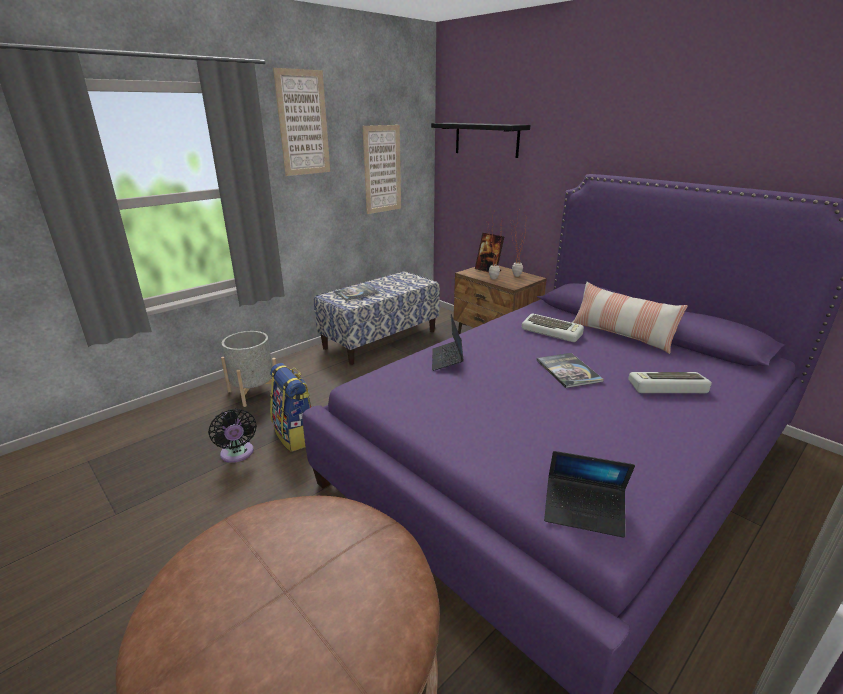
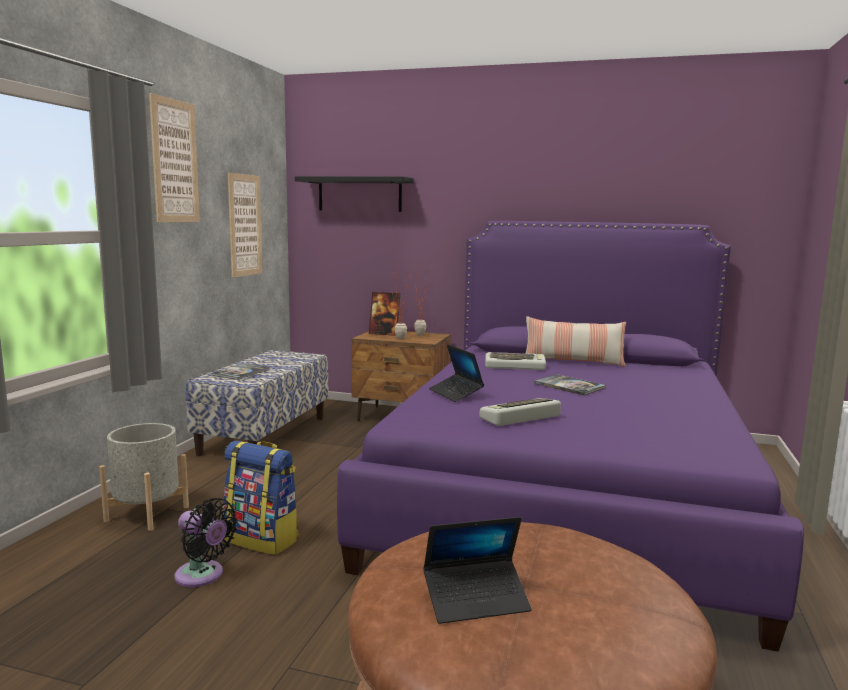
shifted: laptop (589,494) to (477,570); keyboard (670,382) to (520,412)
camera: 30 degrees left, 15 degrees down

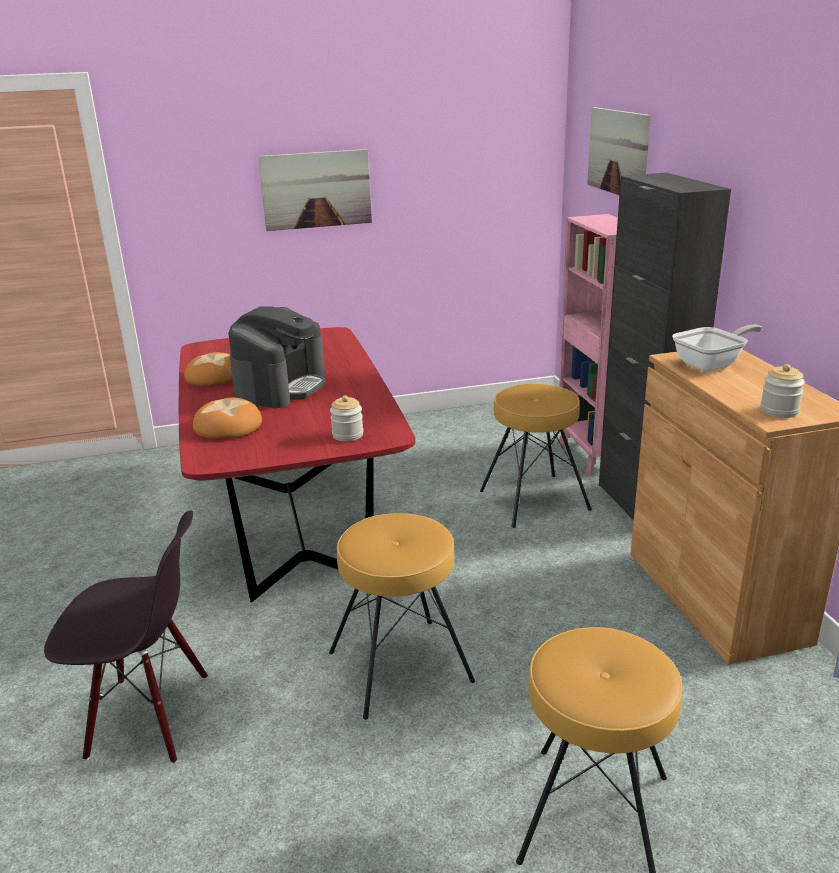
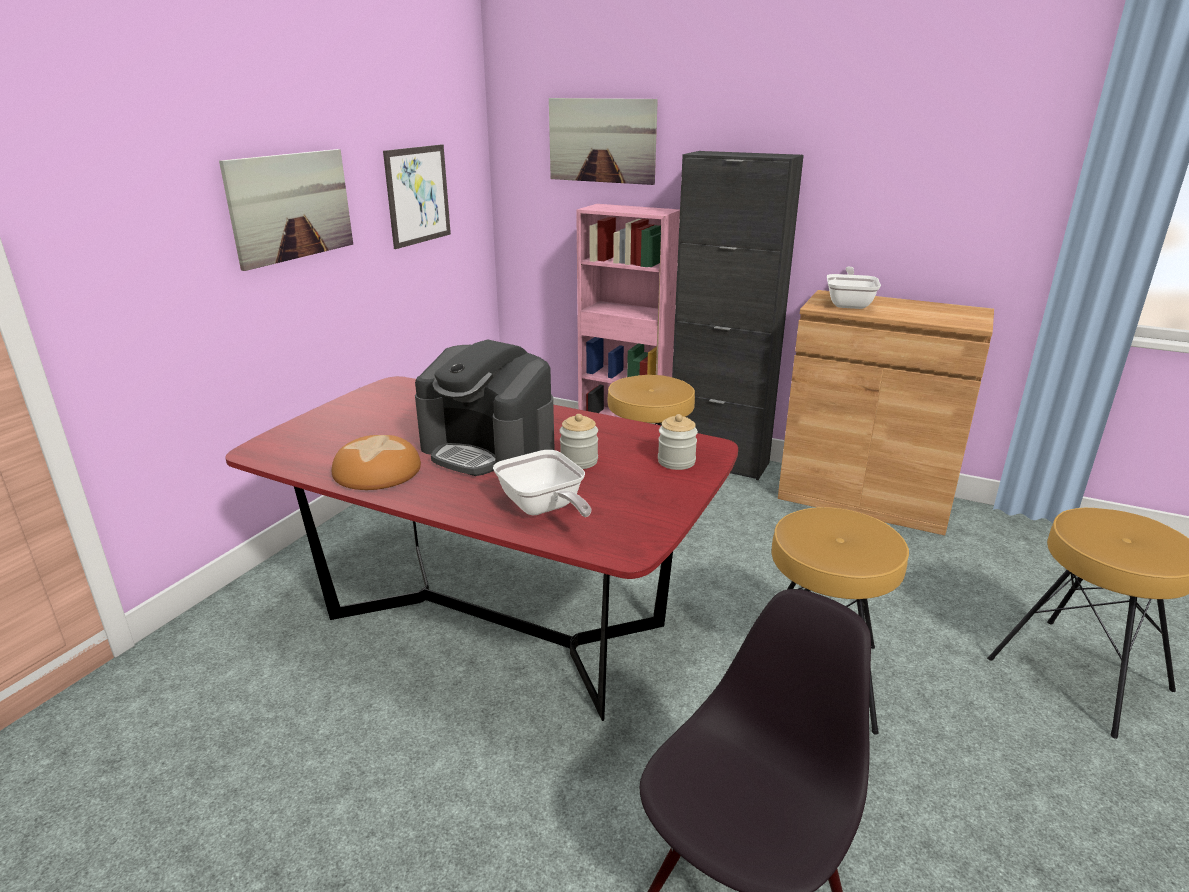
new: picture (417,196)
shifted: jar (782,391) to (579,441)
swapped: bread (227,418) to frying pan (542,483)
rotated: coffee machine (277,357) = (485,407) 150 degrees clockwise
camera: 50 degrees left, 0 degrees up

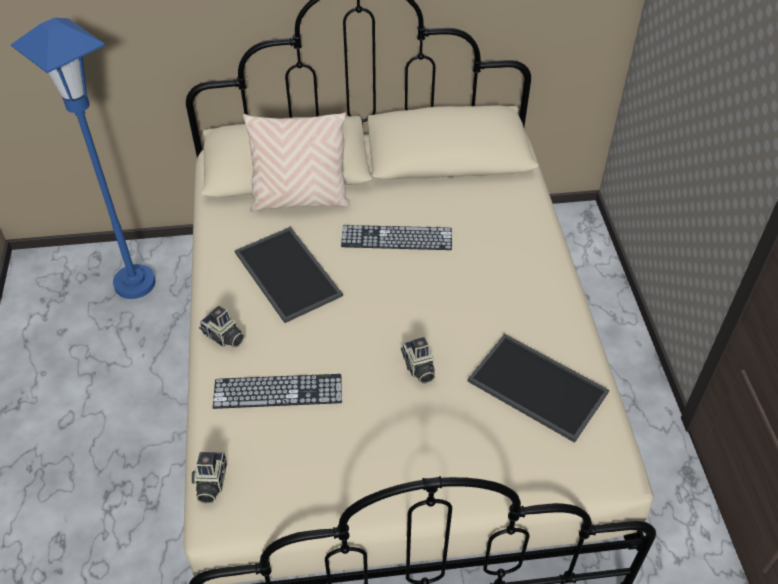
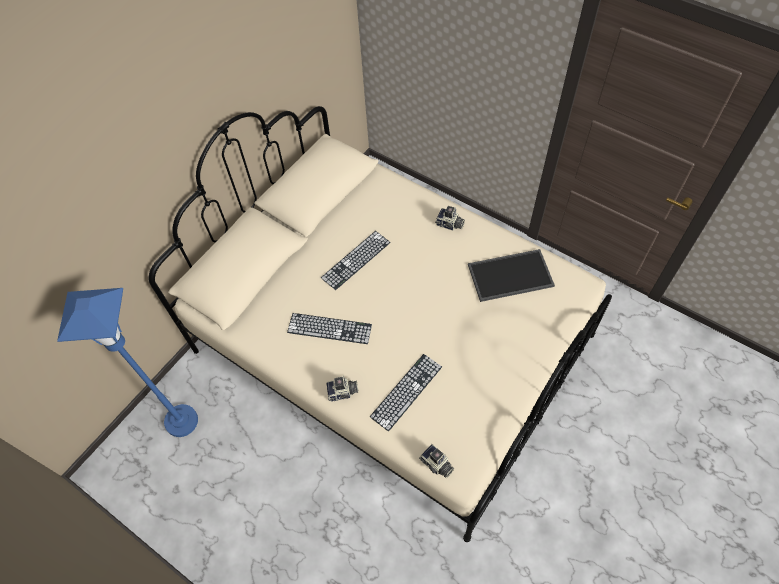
gone: beige pillow (296,161)
shifted: photo camera (418,360) to (450,218)
swapped: tray (289,275) to keyboard (329,328)
camera: 45 degrees left, 10 degrees up

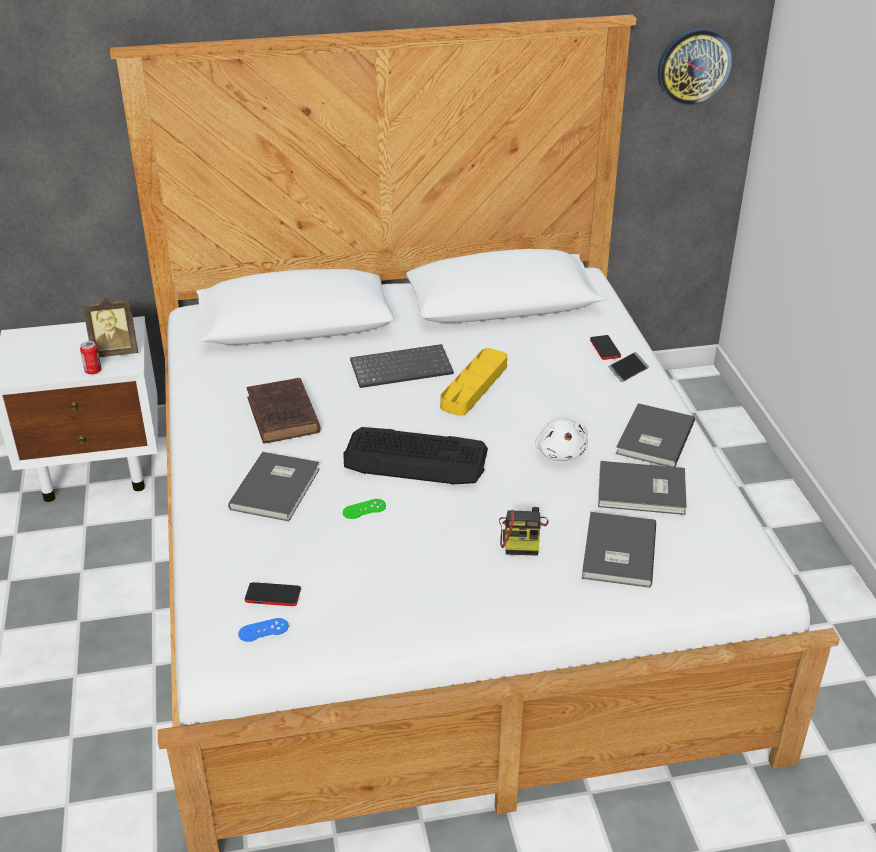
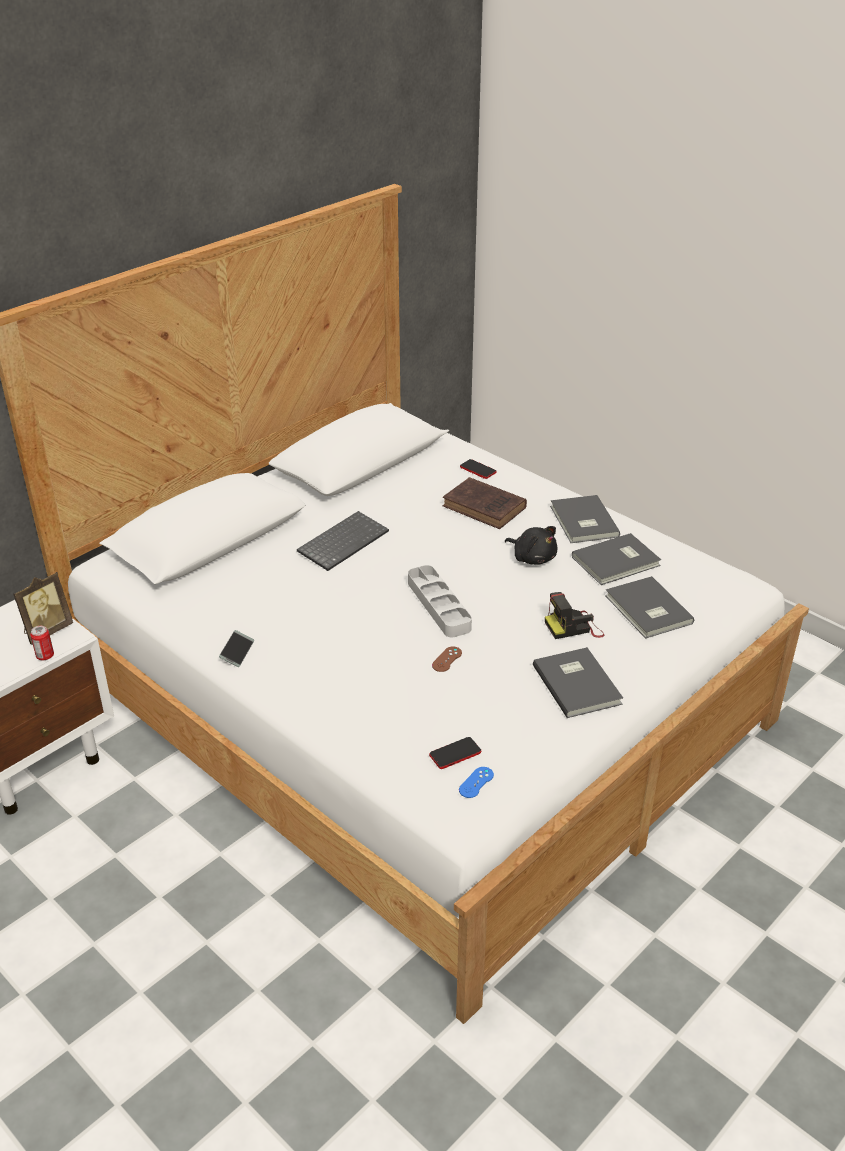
gone: yellow tray (473,382); wall clock (695,66)
shifted: grey book (274,486) to (578,682); brown book (284,410) to (485,503); phone (629,367) to (236,648)
swapped: keyboard (415,455) to grey tray (440,601)
repainted: green game controller (364,509) to brown game controller (447,659); white plush toy (561,439) to black plush toy (531,545)
rotated: photo camera (524,531) = (574,615) 105 degrees clockwise
camera: 35 degrees left, 0 degrees up

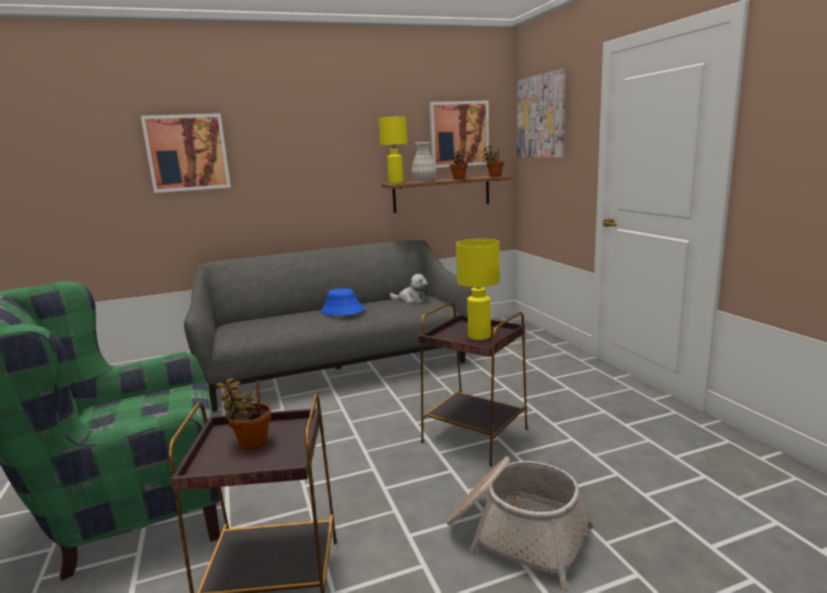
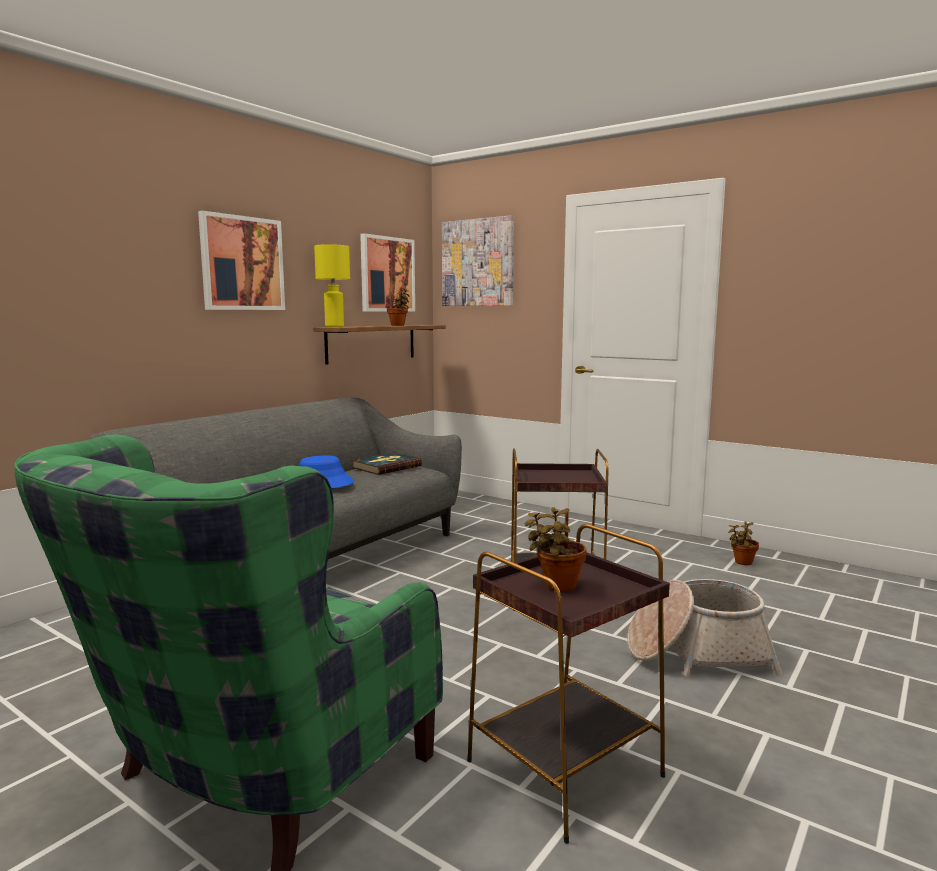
gone: white vase (423,162); yellow table lamp (478,289)
shifted: picture (186,153) to (241,260); potted plant (492,161) to (743,543)
swapped: plush toy (408,289) to book (386,463)
camera: 35 degrees left, 5 degrees down

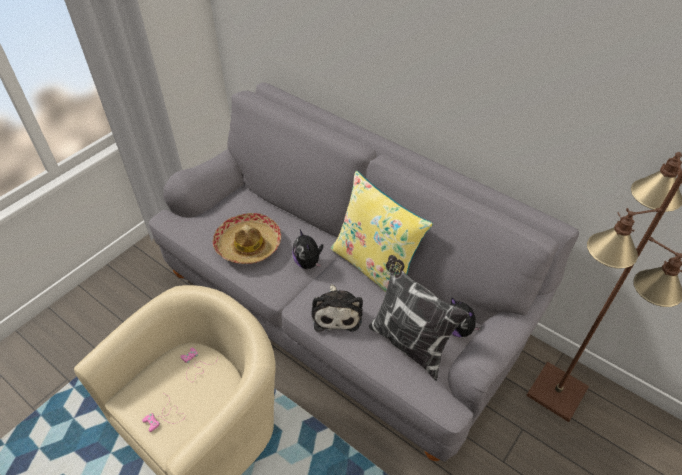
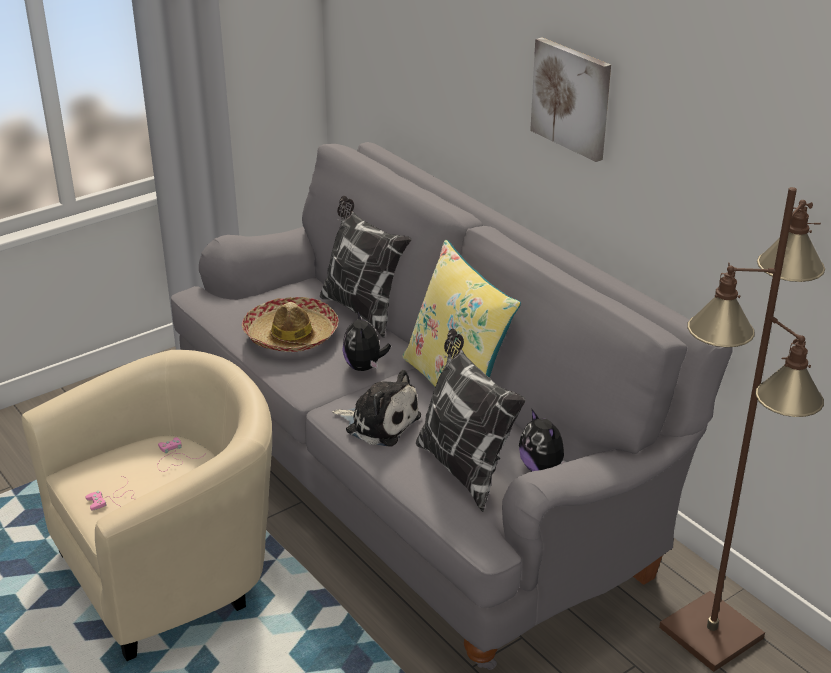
new: pillow (366,267); picture (570,100)
rotated: plush toy (337,308) = (376,408) 75 degrees counterclockwise
camera: 15 degrees right, 15 degrees down

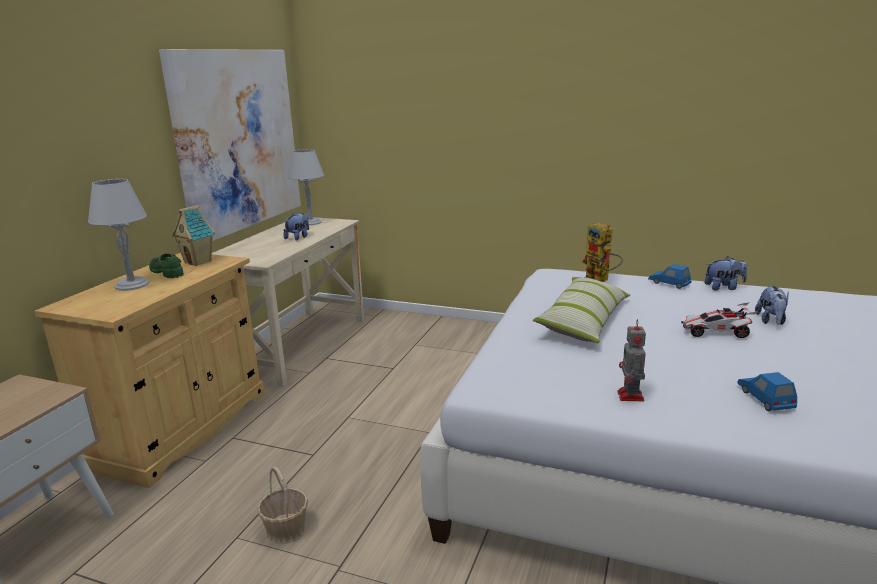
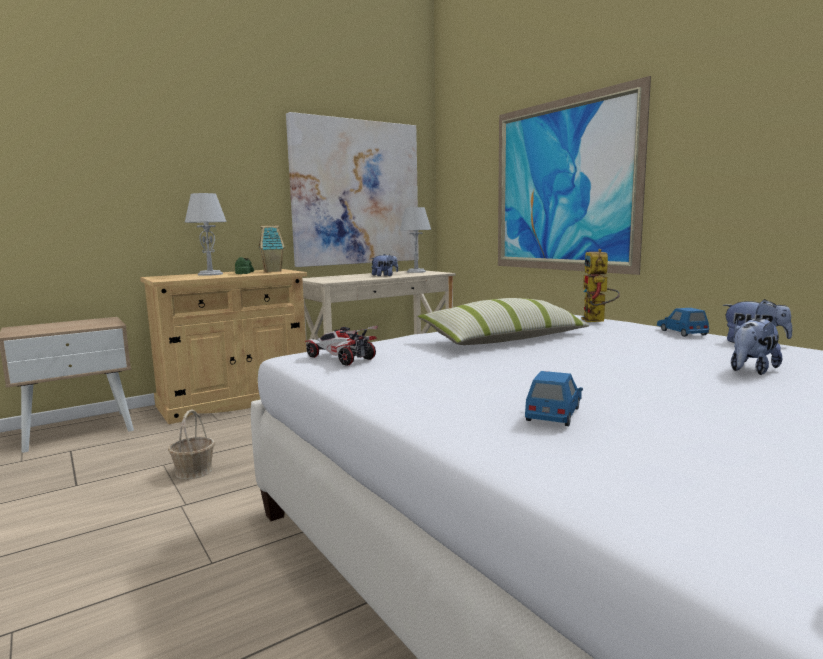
gone: toy robot (631,360)
new: picture (574,175)
shifted: toy car (719,320) to (341,346)
camera: 35 degrees right, 10 degrees down

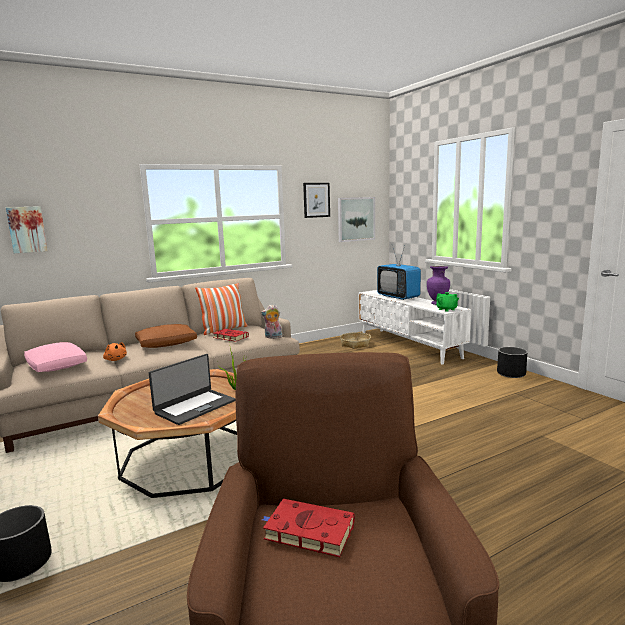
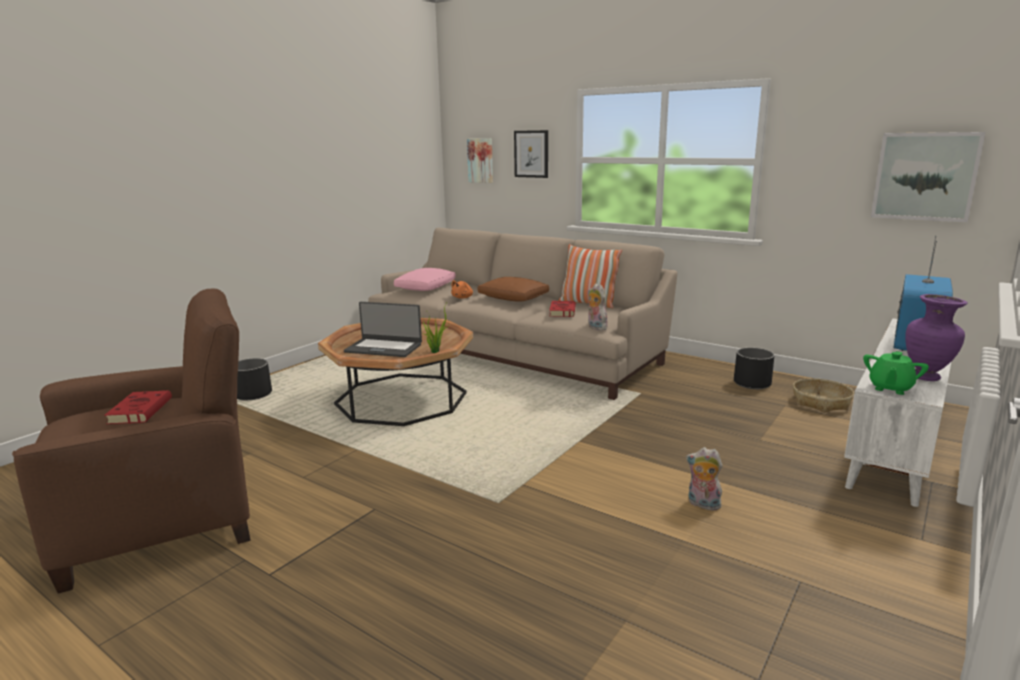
new: plush toy (704,478)
shifted: picture (316,200) to (531,154); black planter (512,362) to (754,368)
camera: 65 degrees right, 5 degrees up

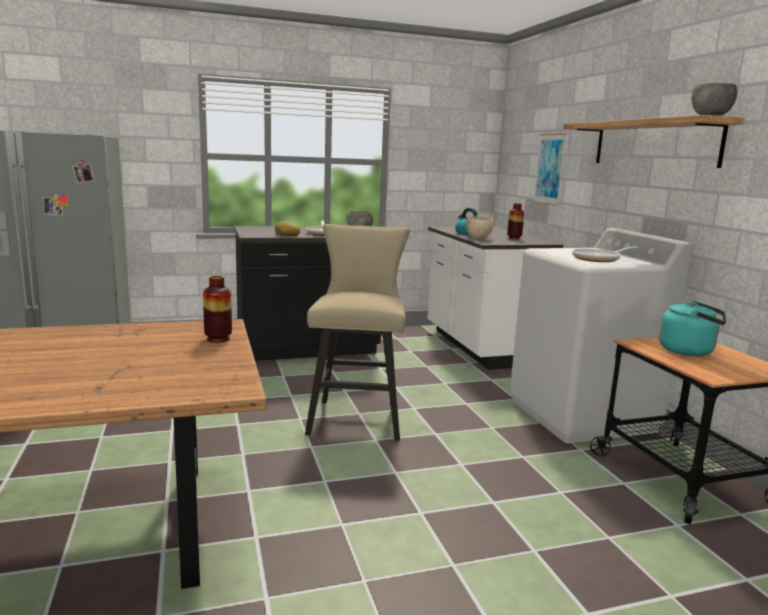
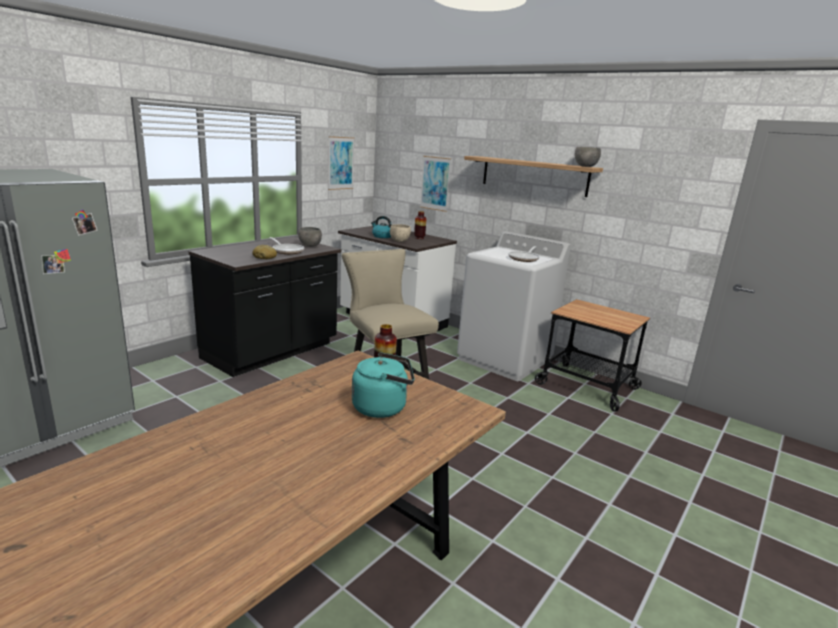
new: picture (341,163)
shifted: turquoise kettle (693,328) to (383,385)
camera: 35 degrees left, 5 degrees up

